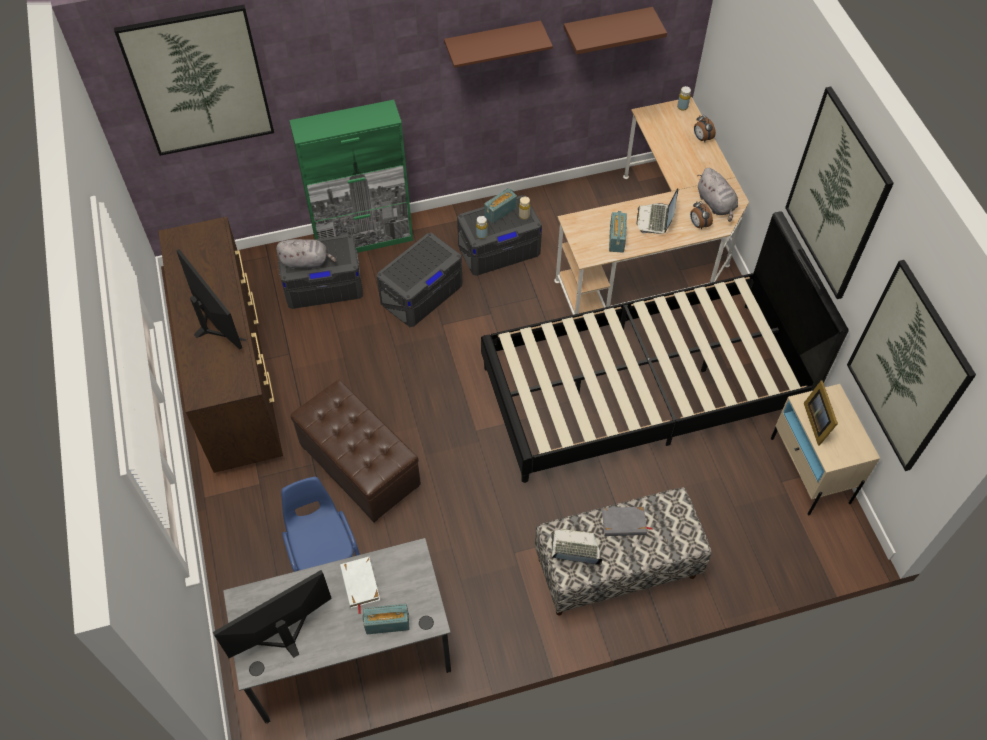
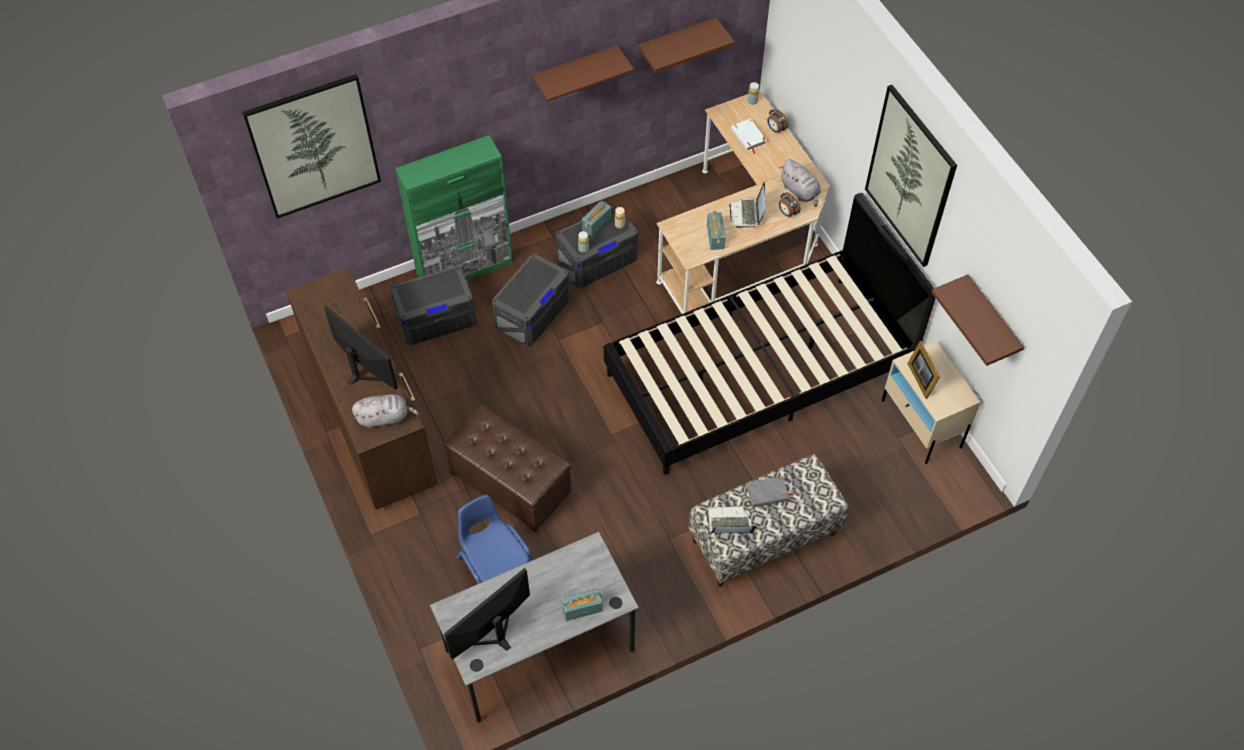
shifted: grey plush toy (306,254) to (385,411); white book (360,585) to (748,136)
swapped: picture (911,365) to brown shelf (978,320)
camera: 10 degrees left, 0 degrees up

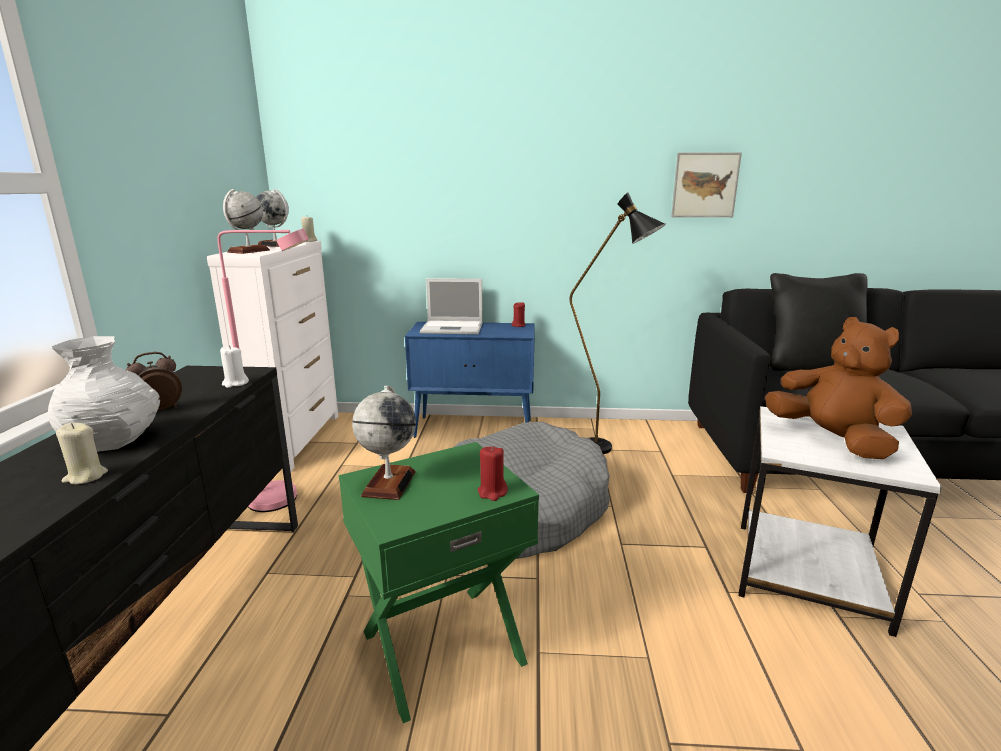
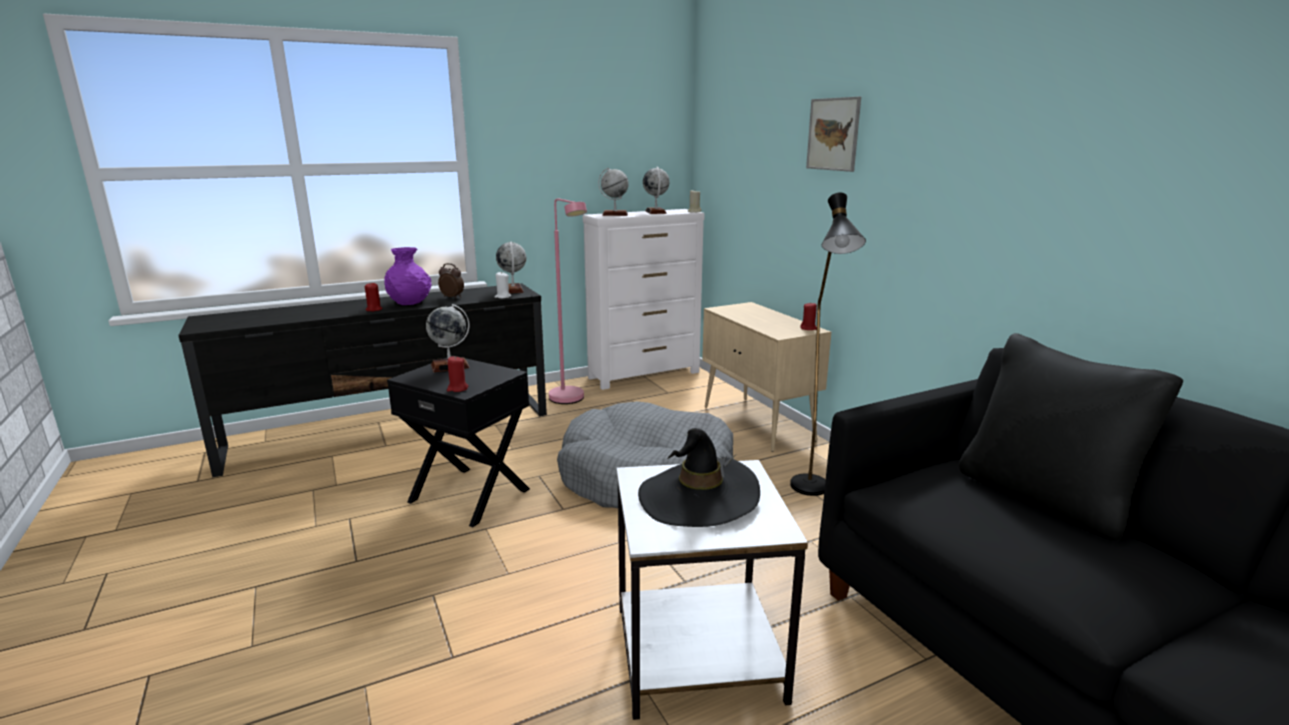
gone: laptop (451,306)
new: globe (511,267)
shifted: picture (706,184) to (833,134)
swapped: brown plush toy (838,388) to black hat (699,477)
repainted: white vase (104,394) to purple vase (408,276); beige candle (82,453) to red candle (373,297); green side table (439,582) to black side table (458,441); blue cabinet (470,380) to beige cabinet (766,377)
camera: 60 degrees right, 0 degrees up

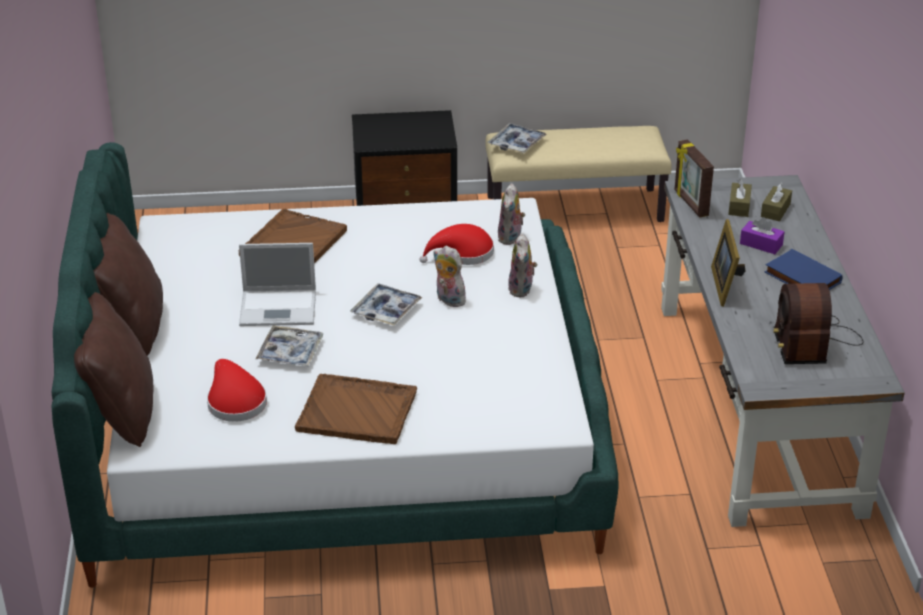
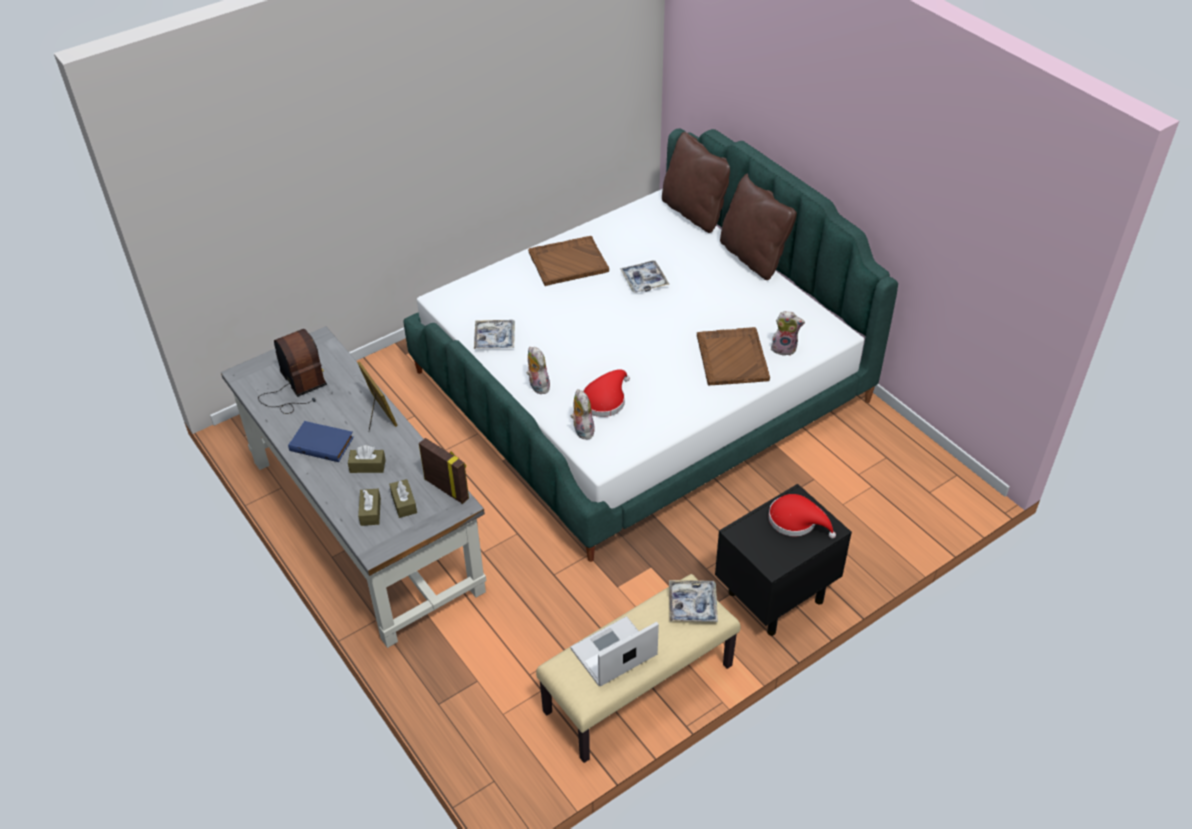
shifted: red hat (237,390) to (802,516); laptop (277,284) to (614,651); tray (386,304) to (494,334); plush toy (449,276) to (788,333)
repainted: purple tissue box (762,235) to brown tissue box (367,459)
camera: 150 degrees right, 10 degrees up

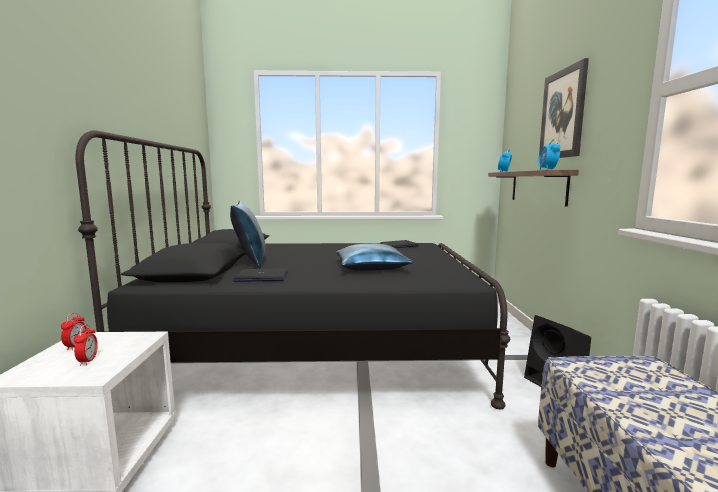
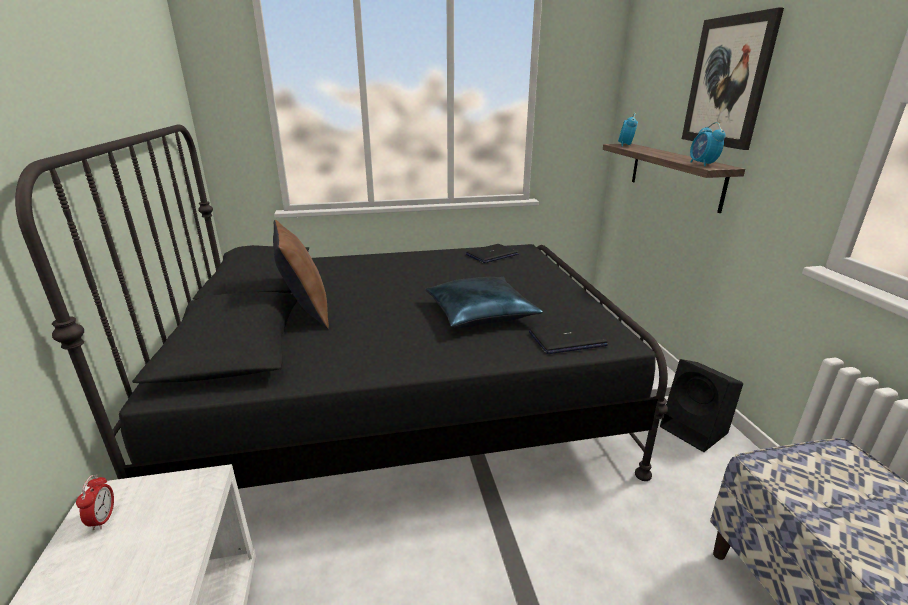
gone: alarm clock (86,345)
shifted: laptop (260,275) to (568,337)
repainted: blue pillow (247,235) to brown pillow (301,274)
camera: 10 degrees left, 15 degrees up

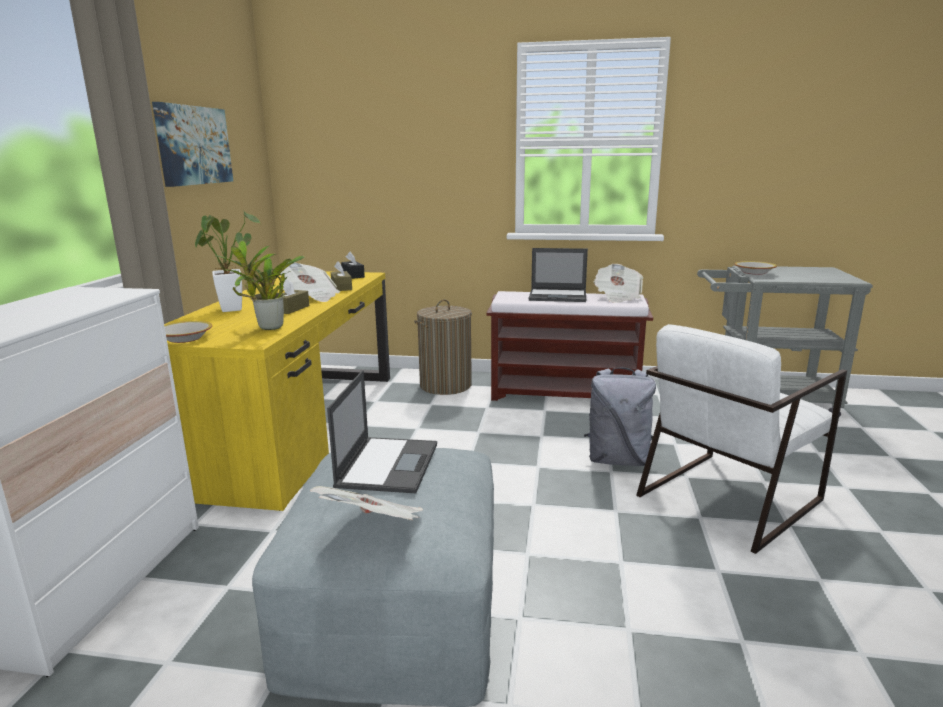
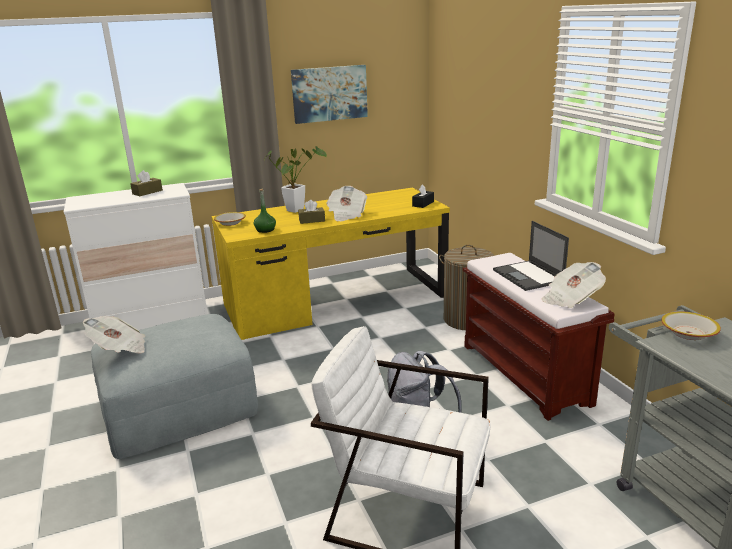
gone: laptop (382,431)
shifted: brown tissue box (341,276) to (146,183)
swapped: potted plant (260,285) to green bottle (265,211)
camera: 60 degrees right, 5 degrees up

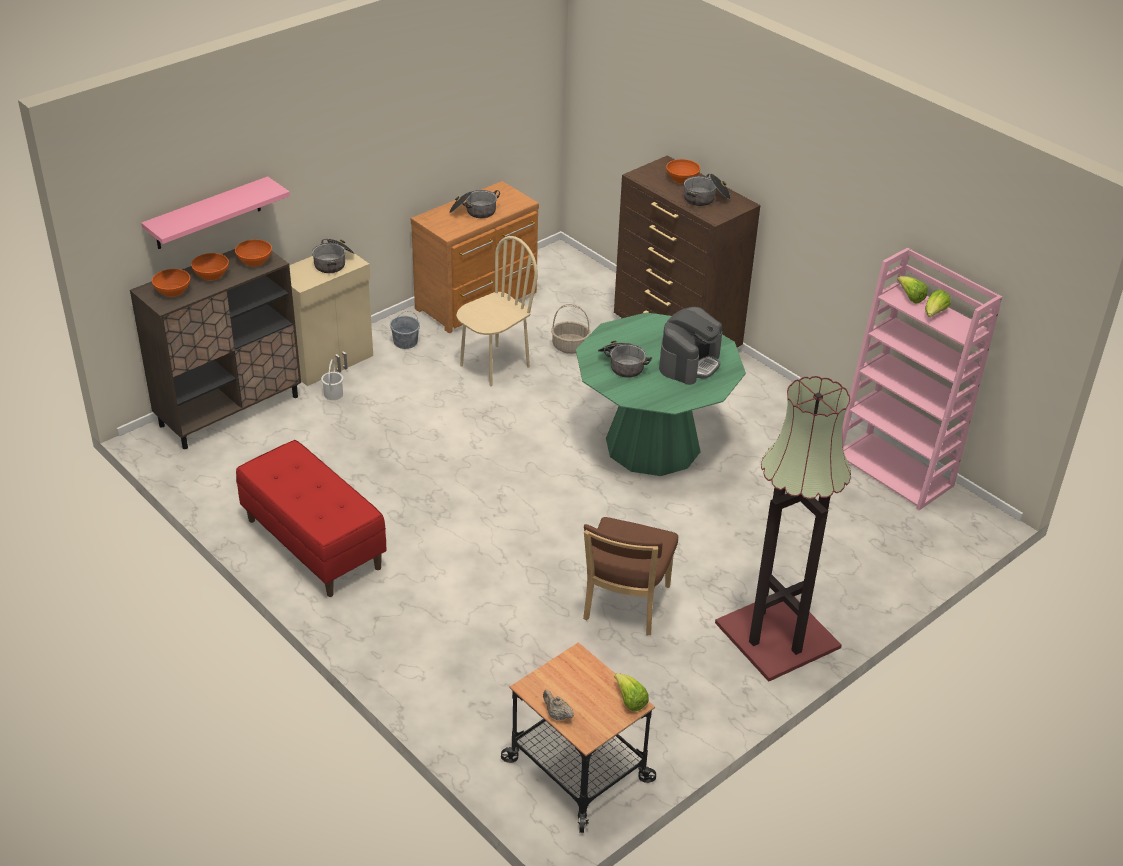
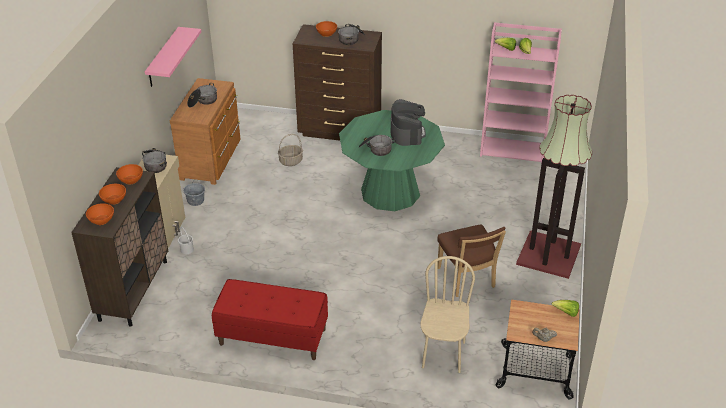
shifted: pink shelf (215,212) to (173,57); beige chair (497,311) to (448,314)
camera: 35 degrees left, 0 degrees up

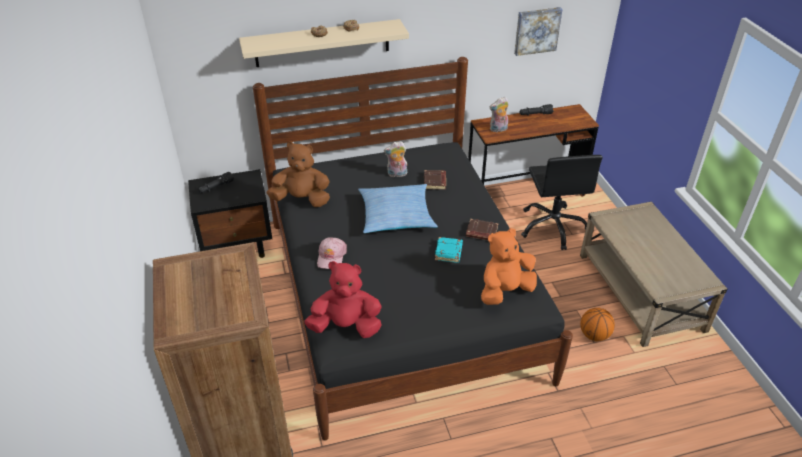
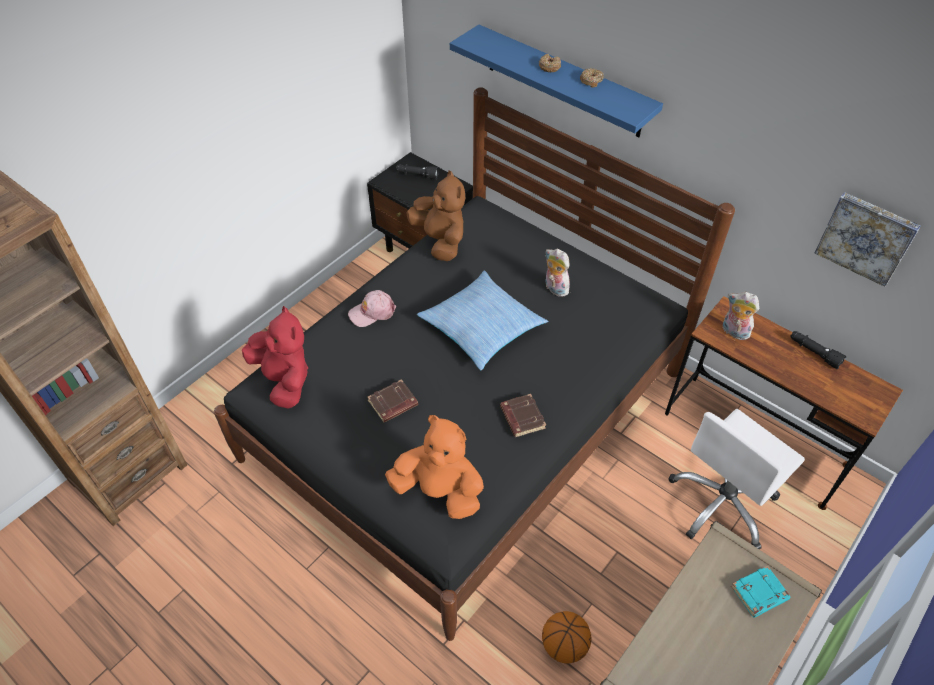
shifted: brown book (435,180) to (392,400); turquoise book (449,250) to (761,592)
repainted: beige shelf (324,43) to blue shelf (556,81); black office chair (562,202) to white office chair (737,479)
camera: 55 degrees right, 10 degrees up

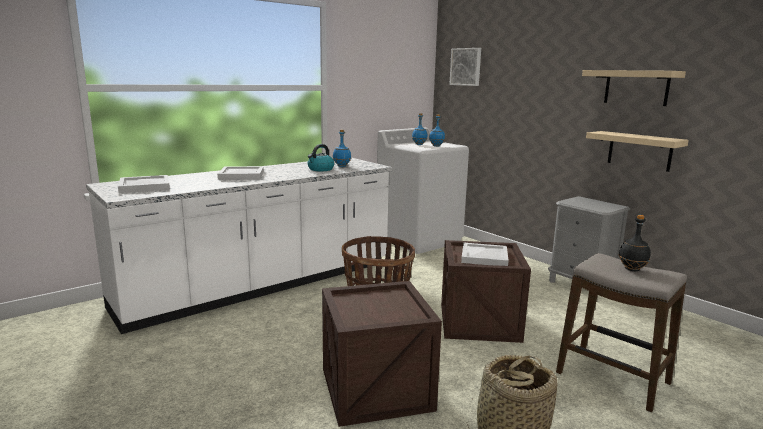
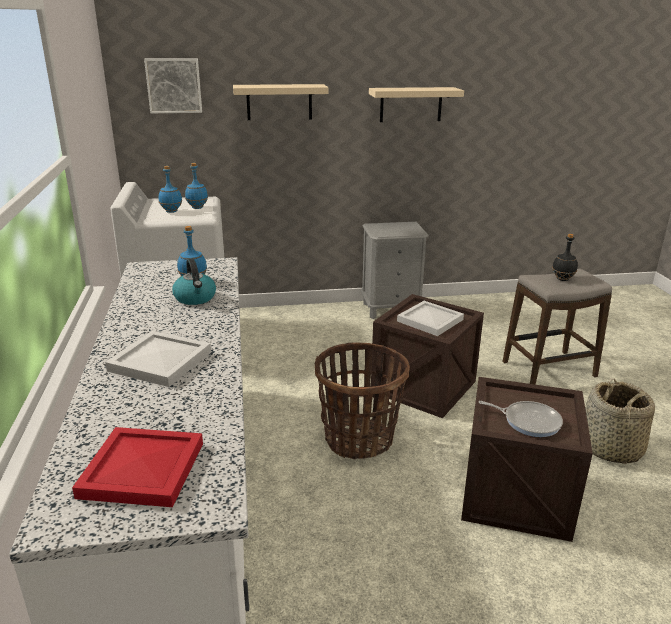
new: frying pan (521,419)
shifted: beige shelf (637,151) to (280,102)
repainted: white tray (144,184) to red tray (137,467)
camera: 60 degrees left, 10 degrees up

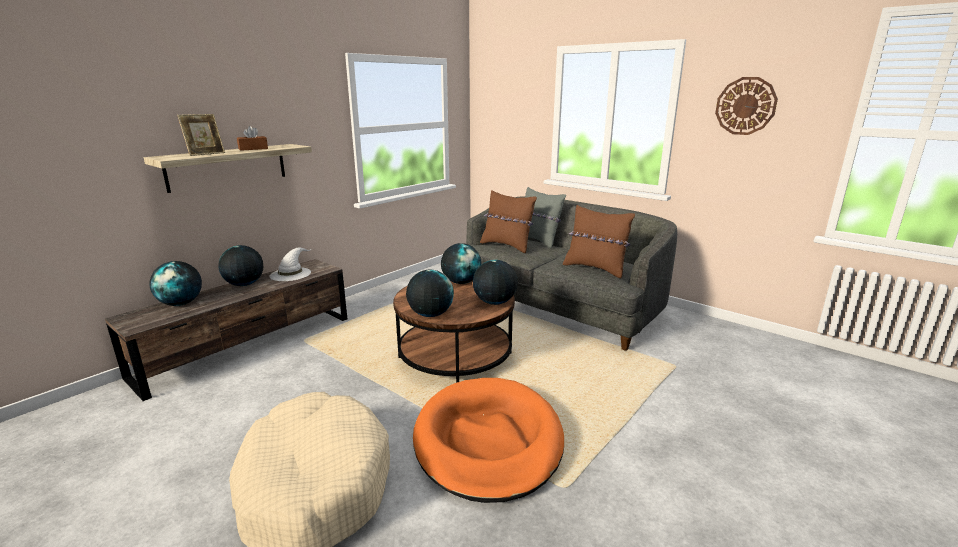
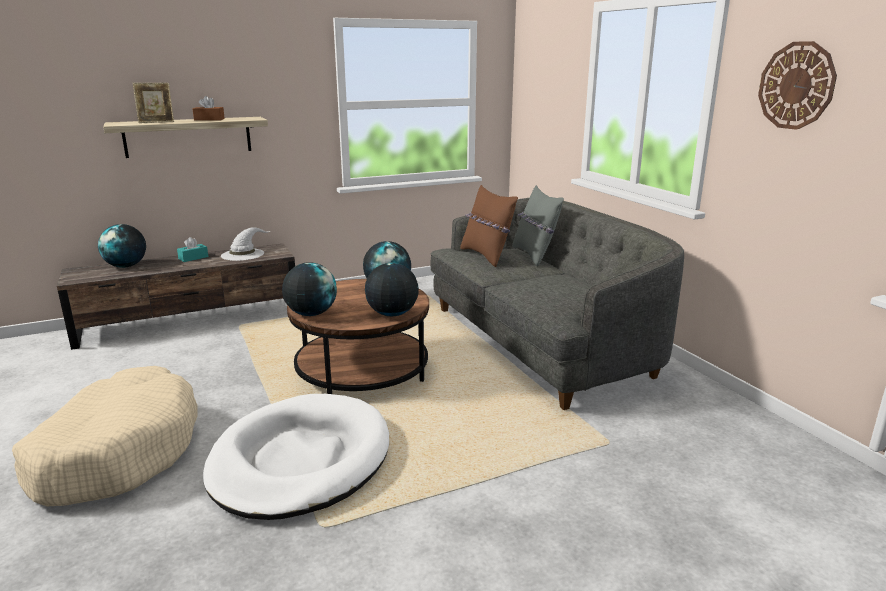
gone: brown pillow (599,241)
swapped: globe (240,265) to turquoise tissue box (192,249)
repainted: orange dog bed (488,440) to white dog bed (296,457)
camera: 25 degrees right, 0 degrees up

